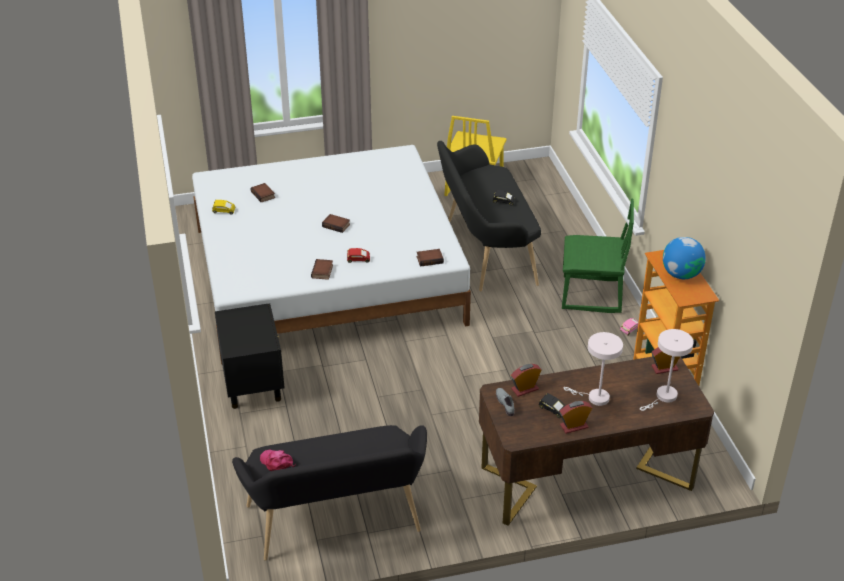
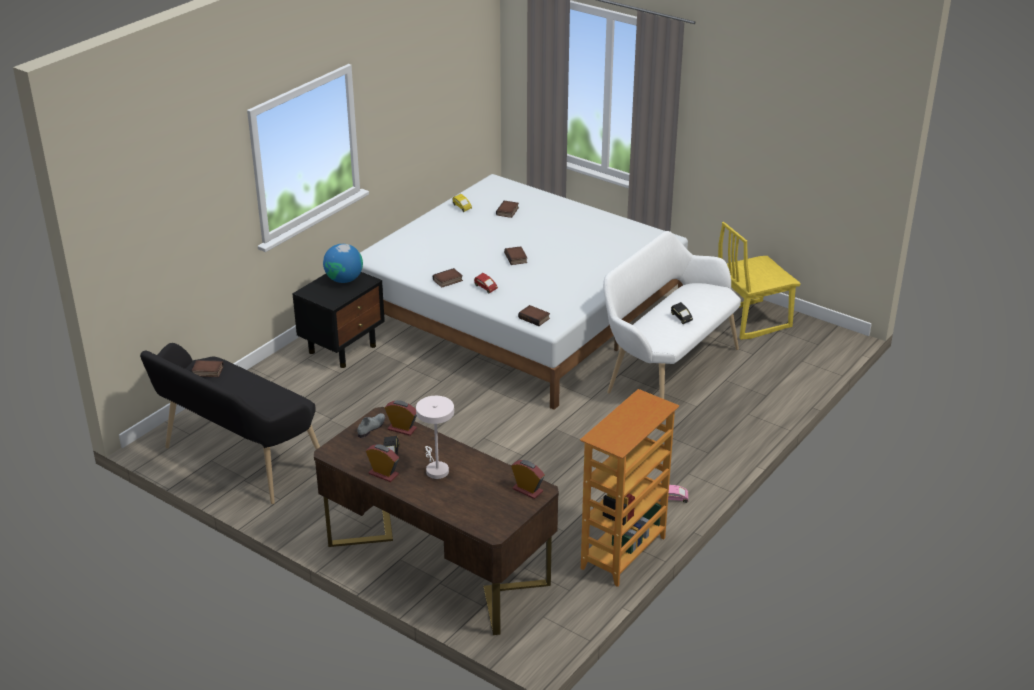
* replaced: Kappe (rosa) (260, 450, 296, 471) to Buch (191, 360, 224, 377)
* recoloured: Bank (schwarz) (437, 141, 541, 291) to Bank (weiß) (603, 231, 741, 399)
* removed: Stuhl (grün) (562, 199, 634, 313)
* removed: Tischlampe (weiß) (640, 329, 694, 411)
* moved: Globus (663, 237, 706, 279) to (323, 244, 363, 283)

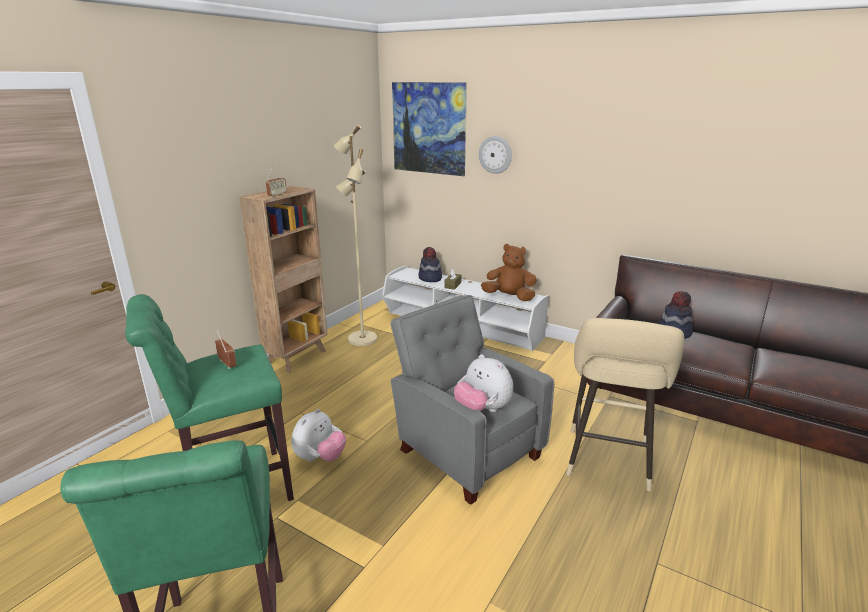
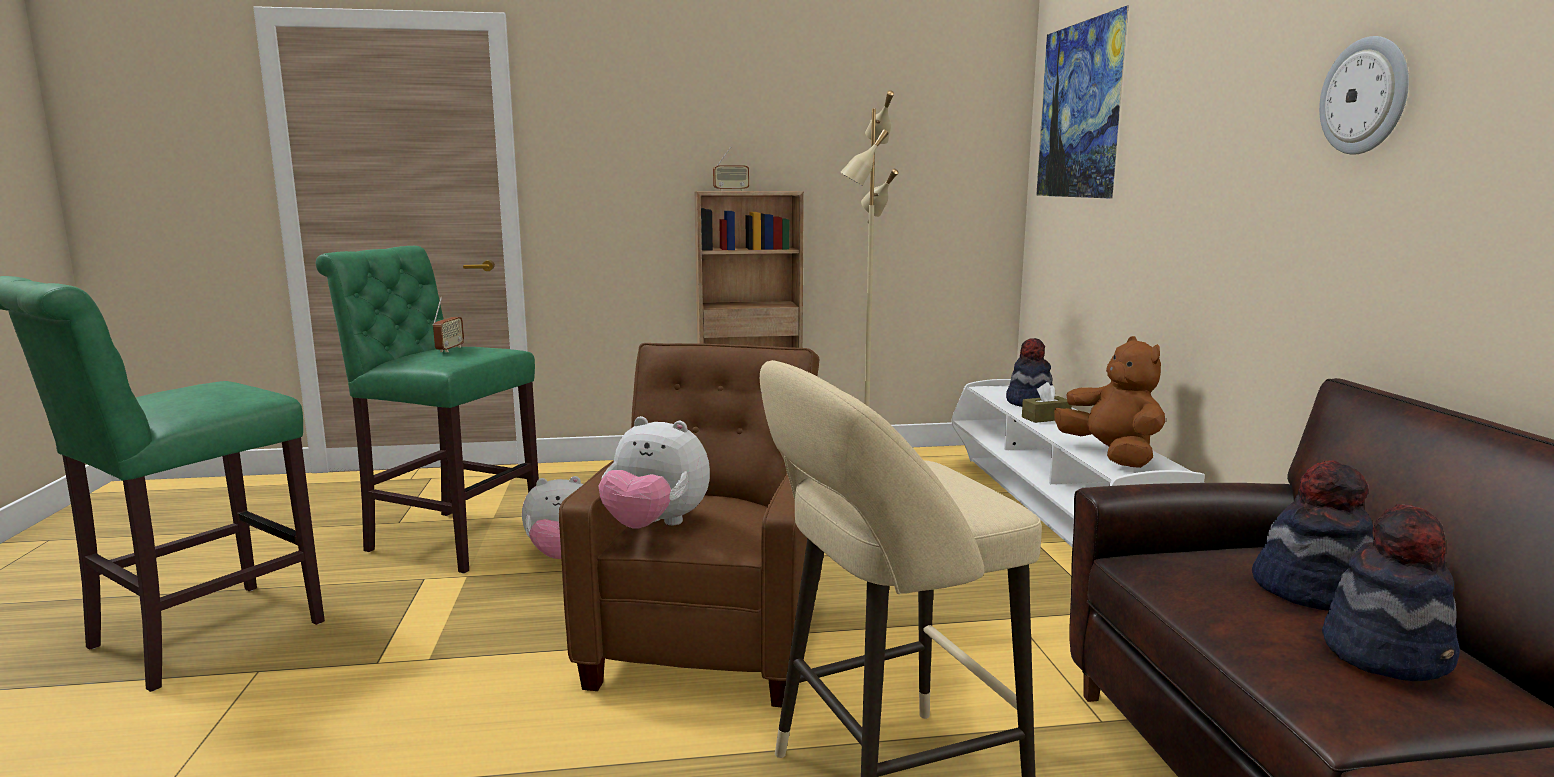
* recoloured: Sessel (grau) (390, 295, 554, 505) to Sessel (braun) (559, 343, 821, 707)
* turned: Plüschtier (454, 354, 513, 412) = (599, 416, 710, 529) 75 degrees counterclockwise
* moved: Wanduhr (479, 136, 512, 174) to (1319, 36, 1409, 155)
* added: Hut (1322, 504, 1460, 681)

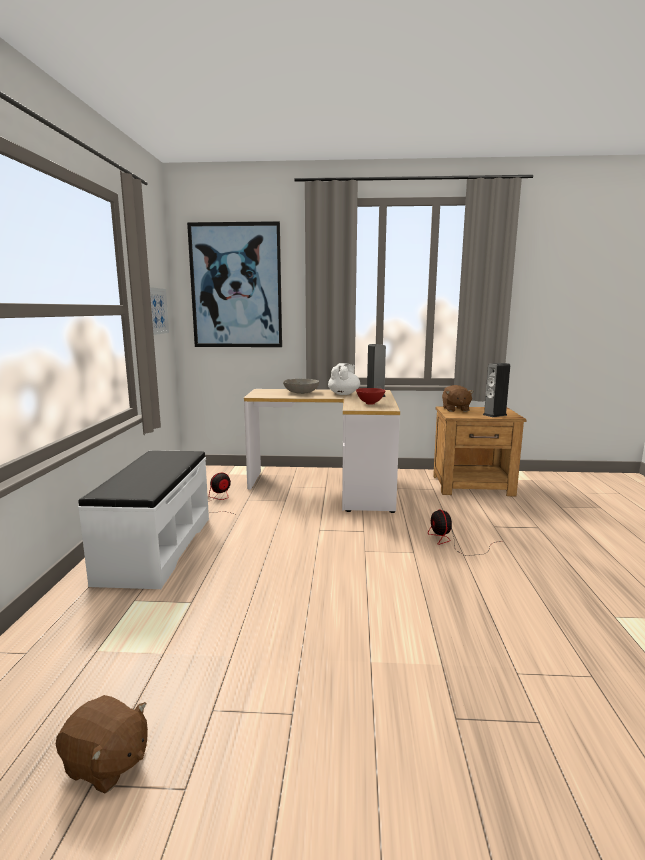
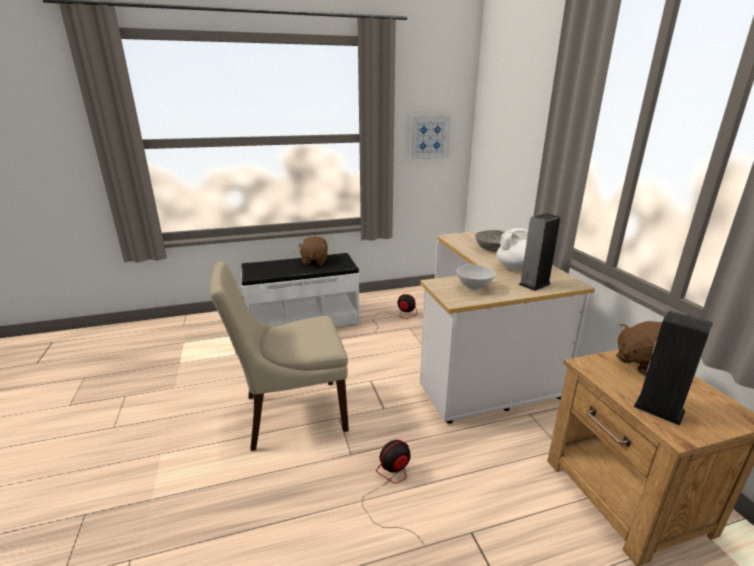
* moved: Plüschtier (braun) (56, 695, 148, 794) to (298, 236, 328, 265)
* removed: Bild (187, 221, 282, 347)
* recoloured: Schüssel (rot) (356, 388, 385, 405) to Schüssel (weiß) (457, 265, 496, 290)
* added: Stuhl (beige) (210, 262, 349, 451)

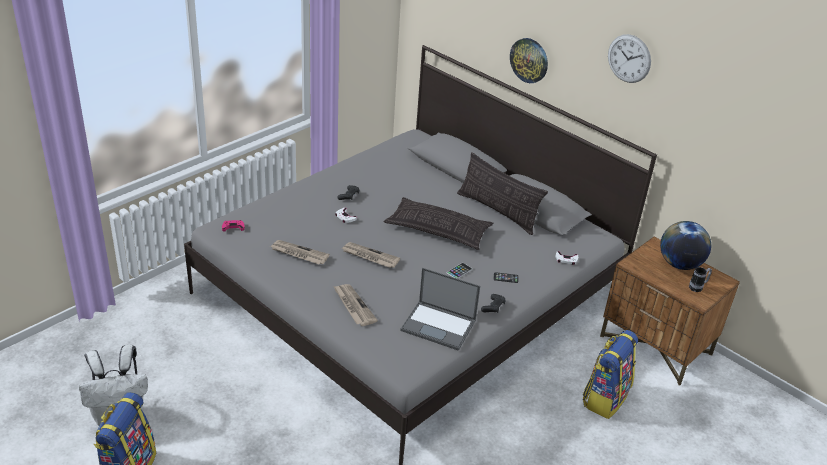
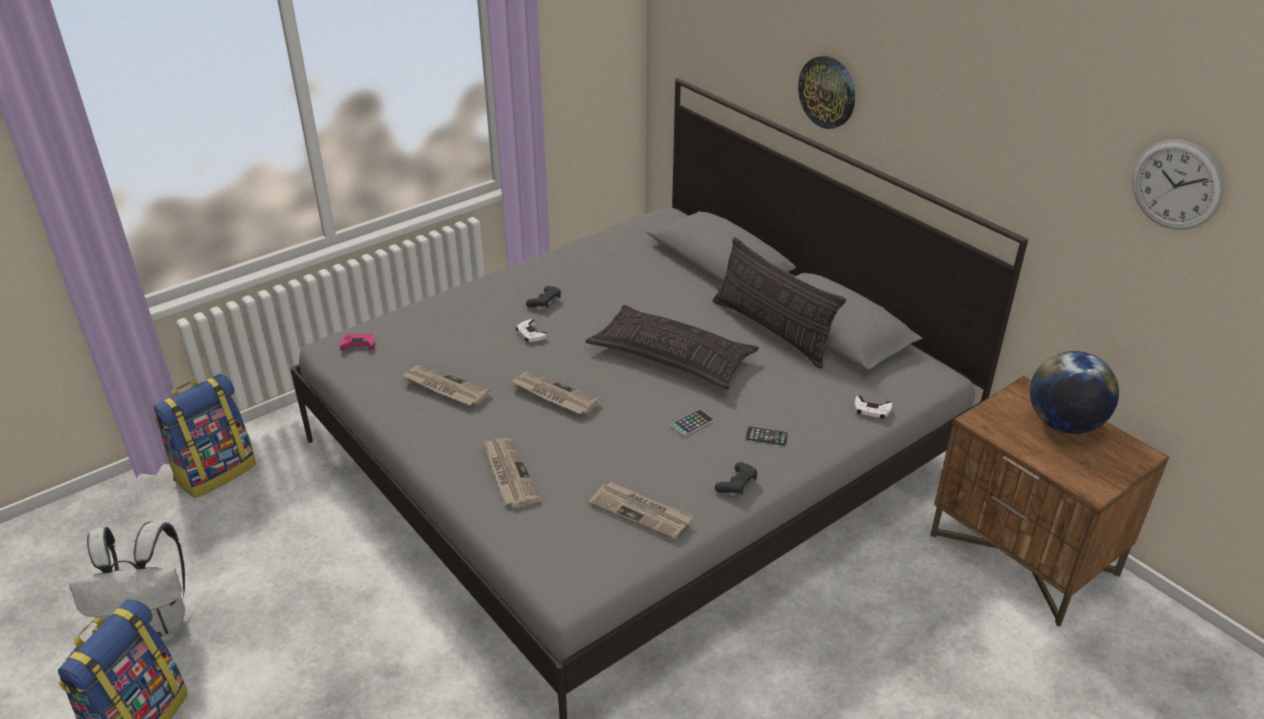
* replaced: Laptop (400, 268, 480, 351) to Zeitung (588, 482, 694, 540)
* moved: Rucksack (583, 330, 638, 419) to (154, 374, 256, 498)
* moved: Wanduhr (608, 34, 651, 83) to (1132, 139, 1224, 230)
* removed: Henkelbecher (689, 267, 712, 292)

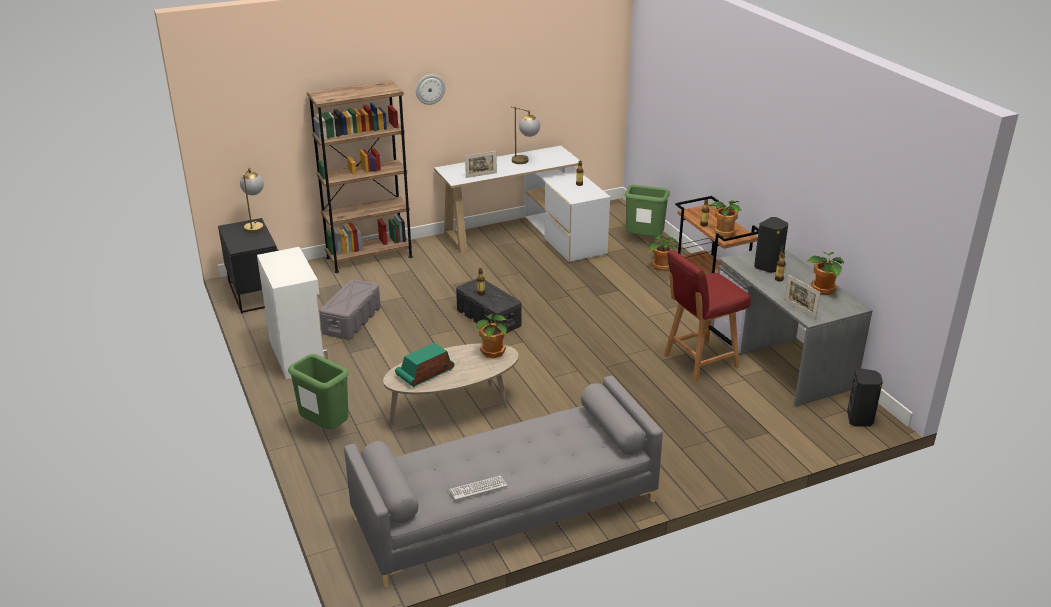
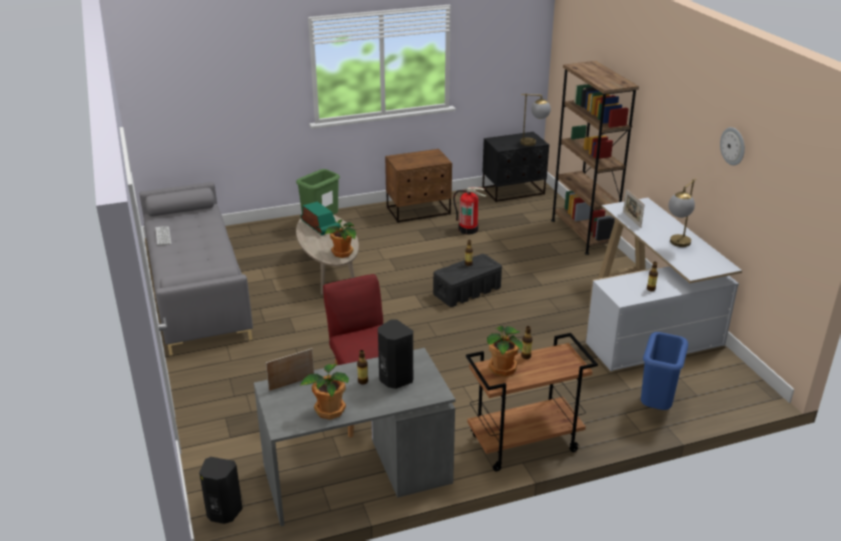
* replaced: Schrank (weiß) (257, 247, 328, 379) to Nachttisch (braun) (385, 149, 452, 223)
* replaced: Aufbewahrungsbox (grau) (319, 279, 381, 340) to Feuerlöscher (453, 187, 487, 235)
* moved: Wanduhr (416, 74, 445, 105) to (720, 127, 745, 166)
* recoloured: Mülleimer (grün) (625, 185, 670, 237) to Mülleimer (blau) (641, 332, 688, 410)
* removed: Topfpflanze (649, 235, 677, 271)

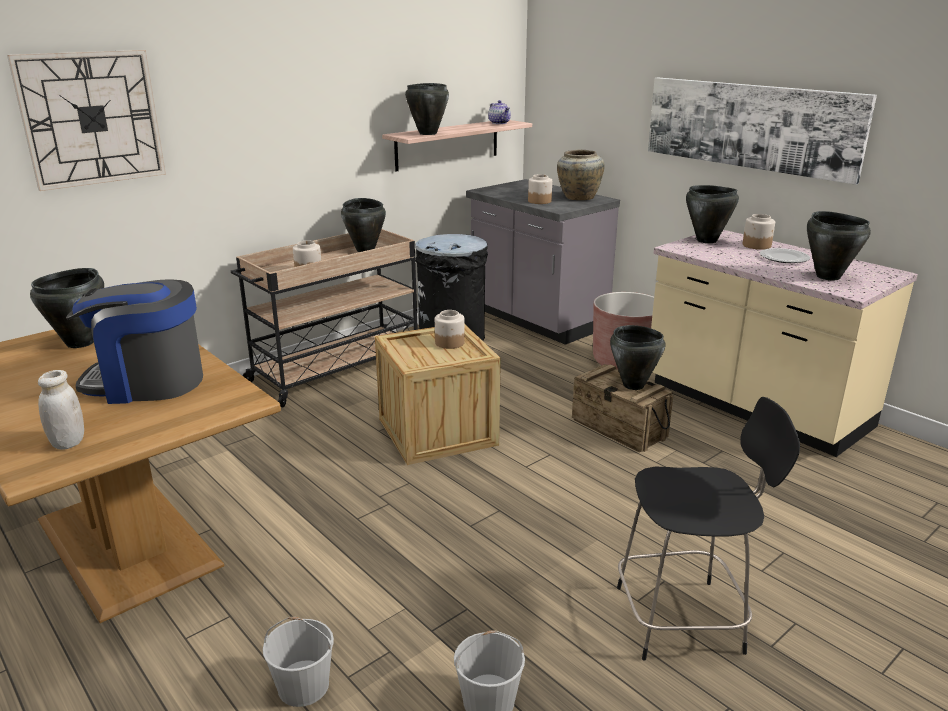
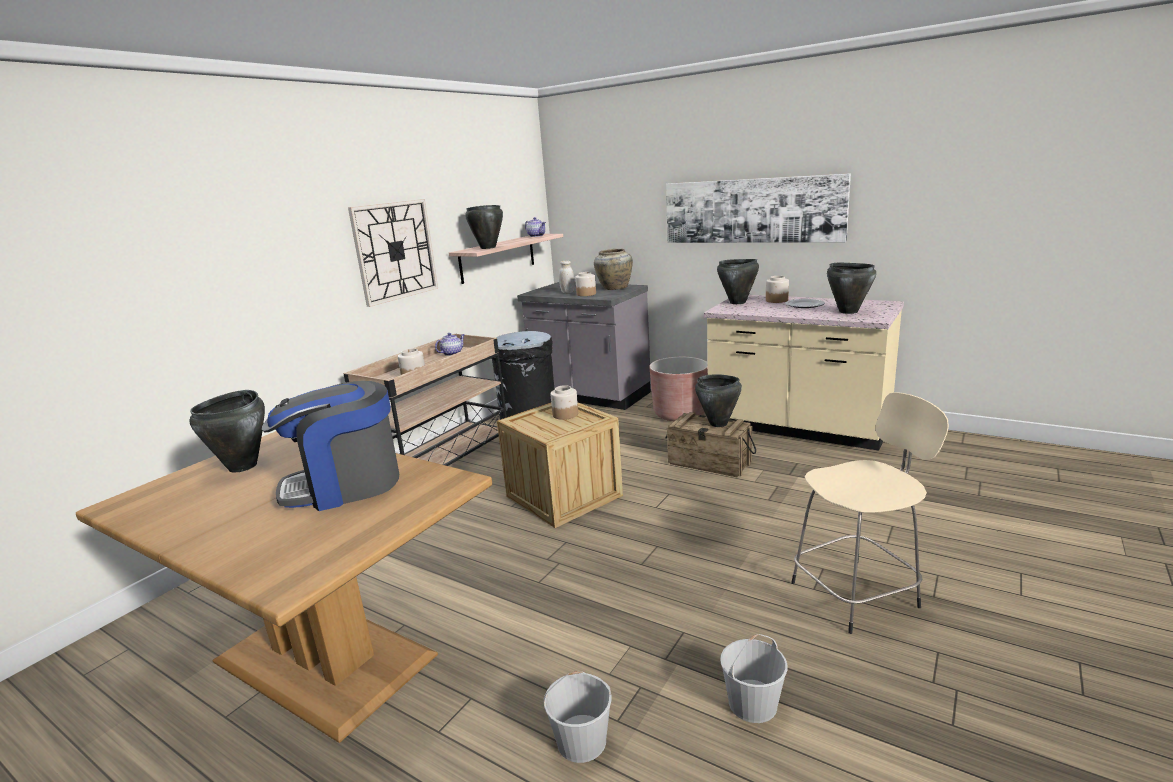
* moved: Wanduhr (7, 50, 166, 191) to (348, 199, 438, 307)
* moved: Vorratsglas (weiß) (38, 370, 84, 450) to (559, 261, 575, 293)
* replaced: Kochtopf (schwarz) (341, 198, 386, 252) to Teekanne (435, 333, 465, 356)
* recoloured: Hocker (schwarz) (617, 397, 800, 661) to Hocker (beige) (791, 392, 949, 634)

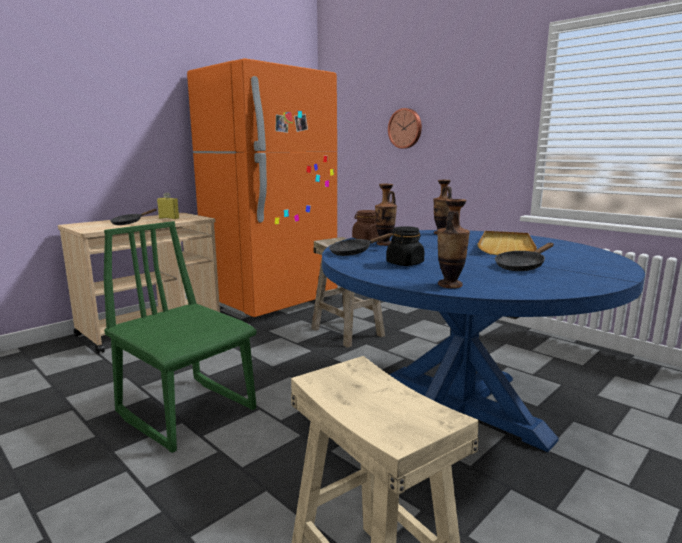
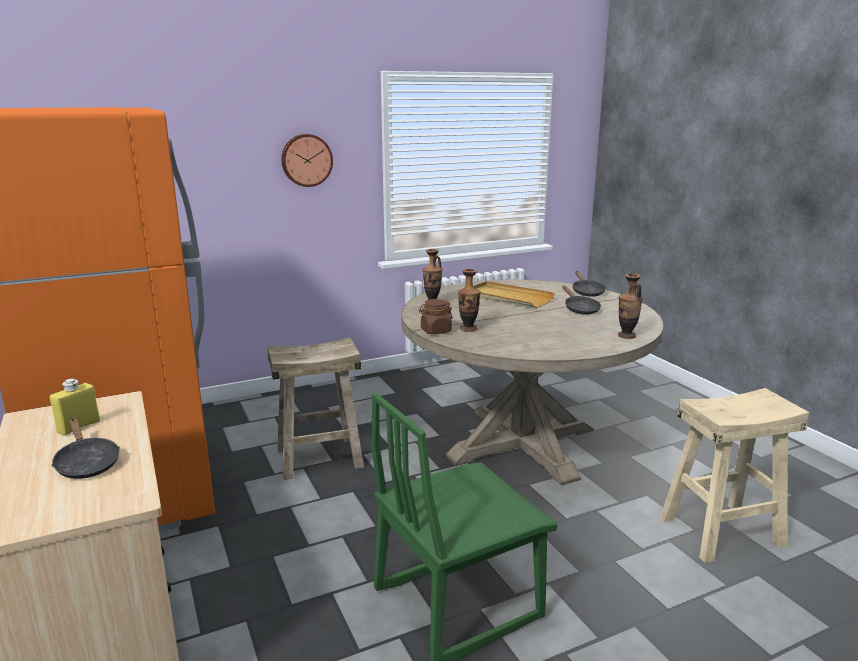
* recoloured: Esstisch (blau) (322, 230, 645, 452) to Esstisch (beige) (401, 279, 663, 485)
* moved: Pfanne (schwarz) (329, 233, 393, 256) to (573, 271, 606, 297)
* removed: Vorratsglas (schwarz) (386, 226, 425, 266)
* moved: Wanduhr (388, 108, 422, 149) to (281, 134, 333, 187)

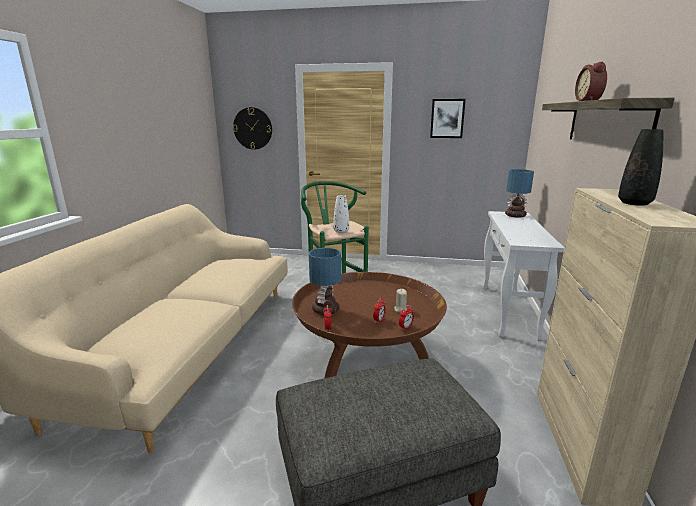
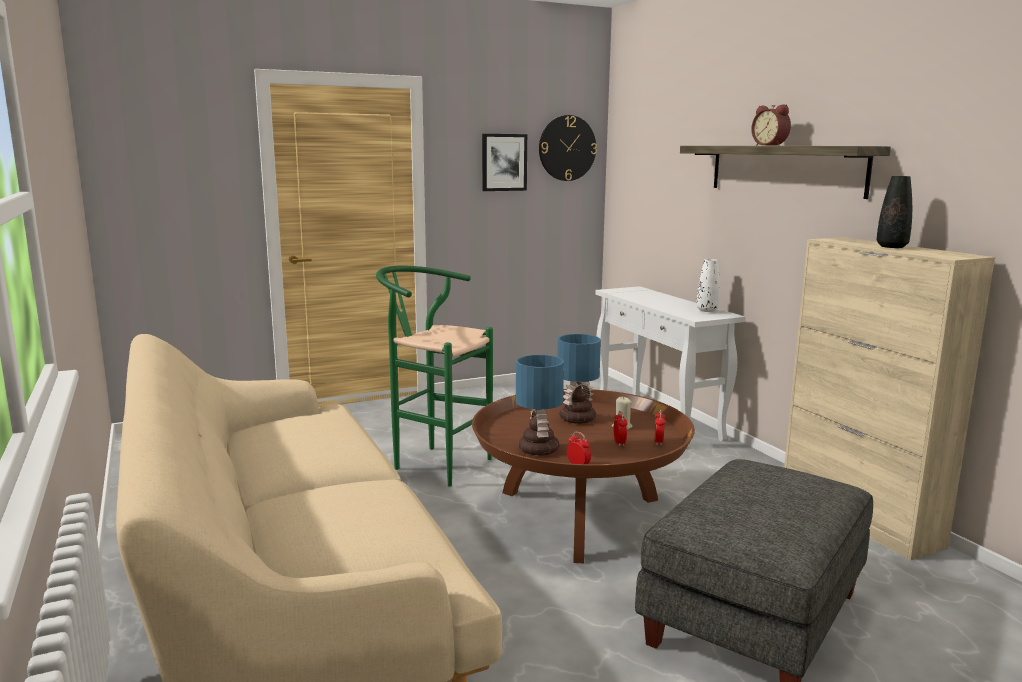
* moved: Wanduhr (233, 107, 272, 150) to (539, 115, 597, 181)
* moved: Vase (weiß) (334, 195, 349, 233) to (696, 259, 720, 312)
* moved: Tischlampe (505, 169, 534, 218) to (558, 334, 601, 424)

